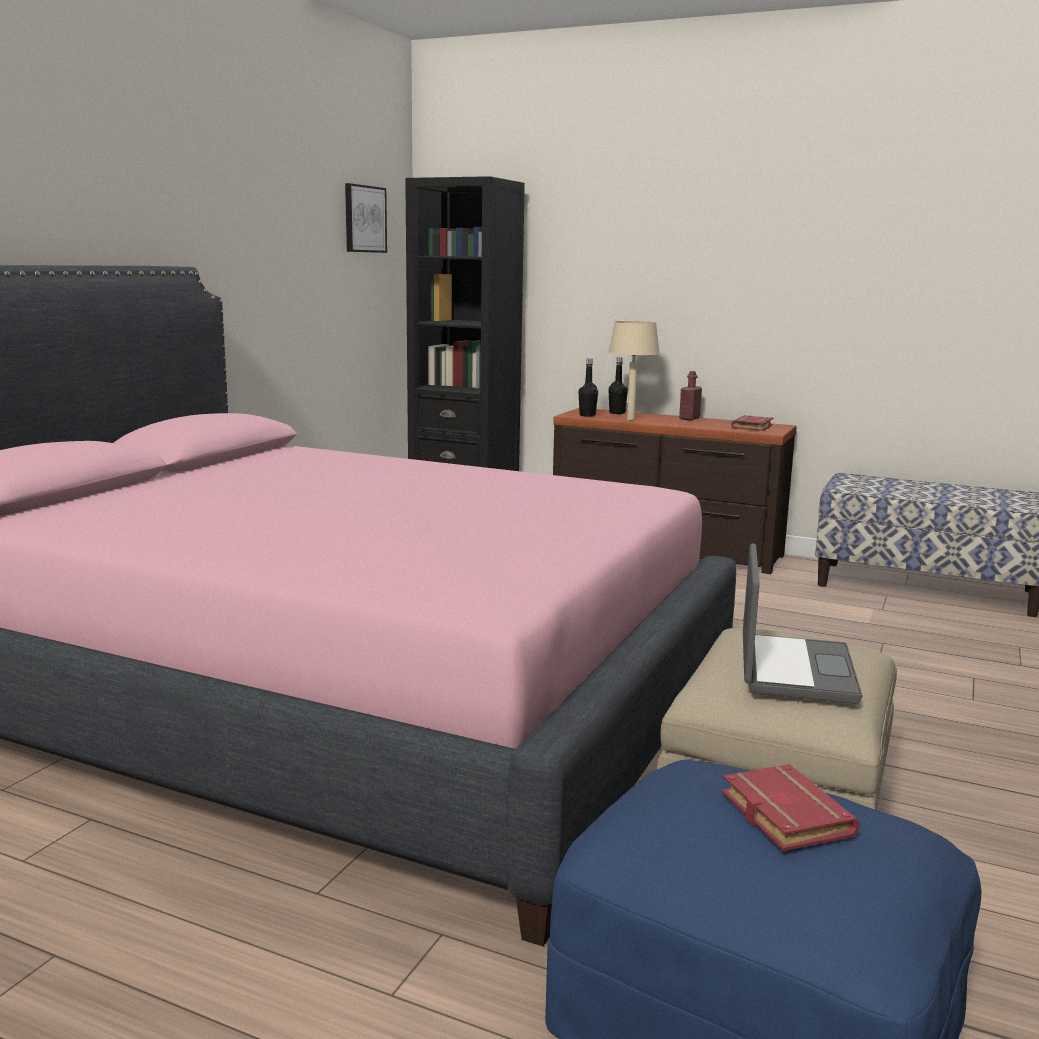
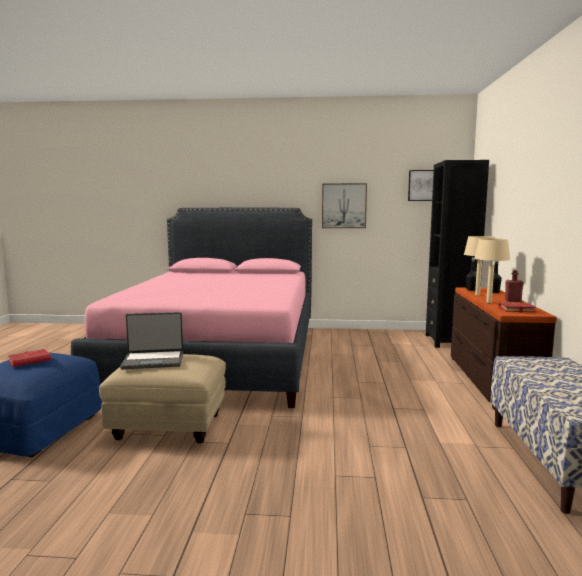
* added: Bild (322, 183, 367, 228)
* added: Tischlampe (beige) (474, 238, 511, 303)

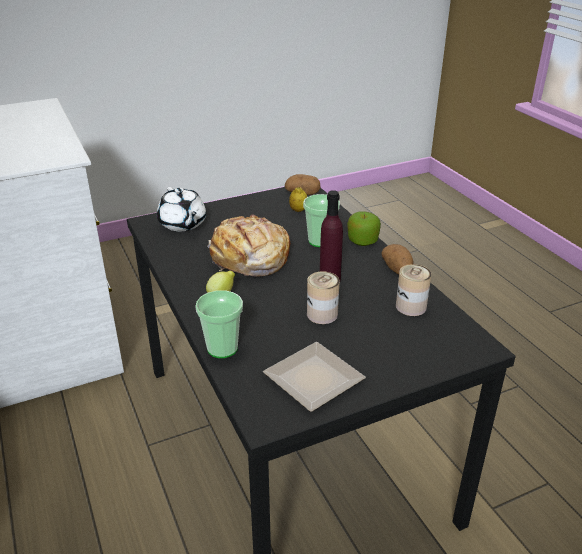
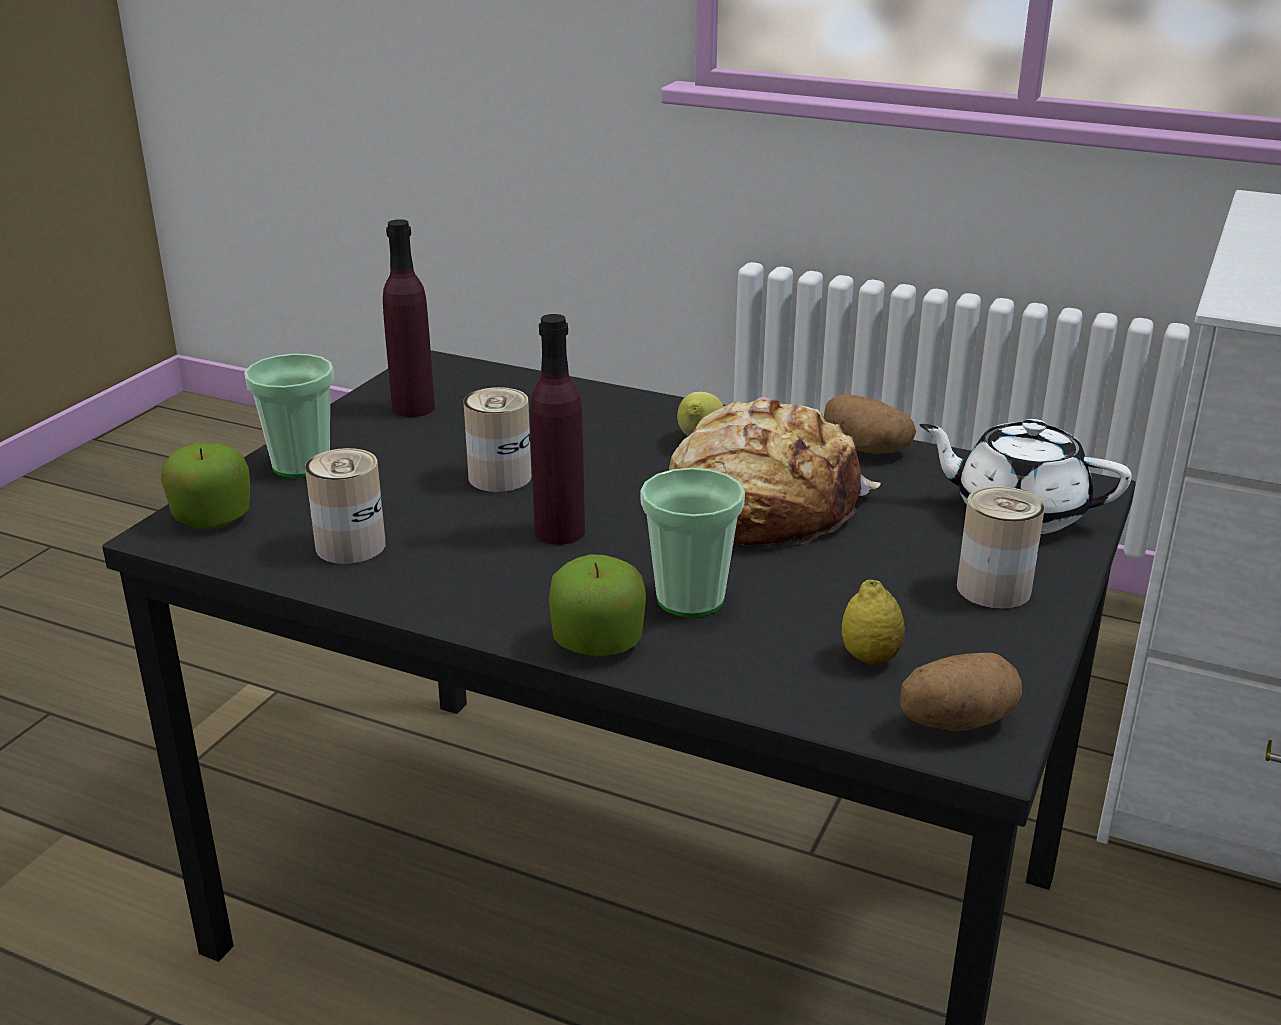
* moved: Tasse (195, 290, 243, 358) to (244, 354, 334, 478)
* replaced: Teller (263, 342, 366, 412) to Flasche (lila) (383, 219, 435, 417)
* moved: Kartoffel (381, 244, 414, 274) to (824, 394, 916, 454)
* added: Apfel (161, 443, 250, 530)
* added: Dose (957, 486, 1045, 609)

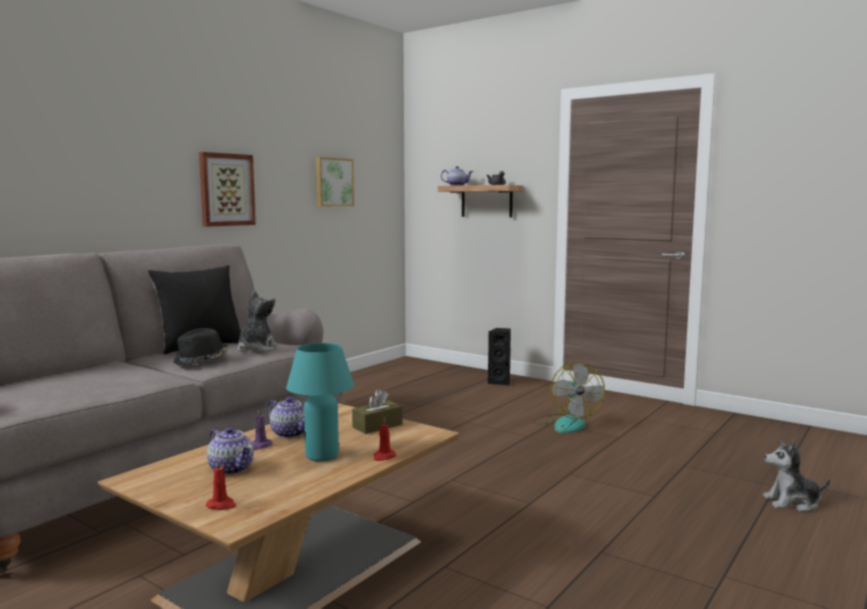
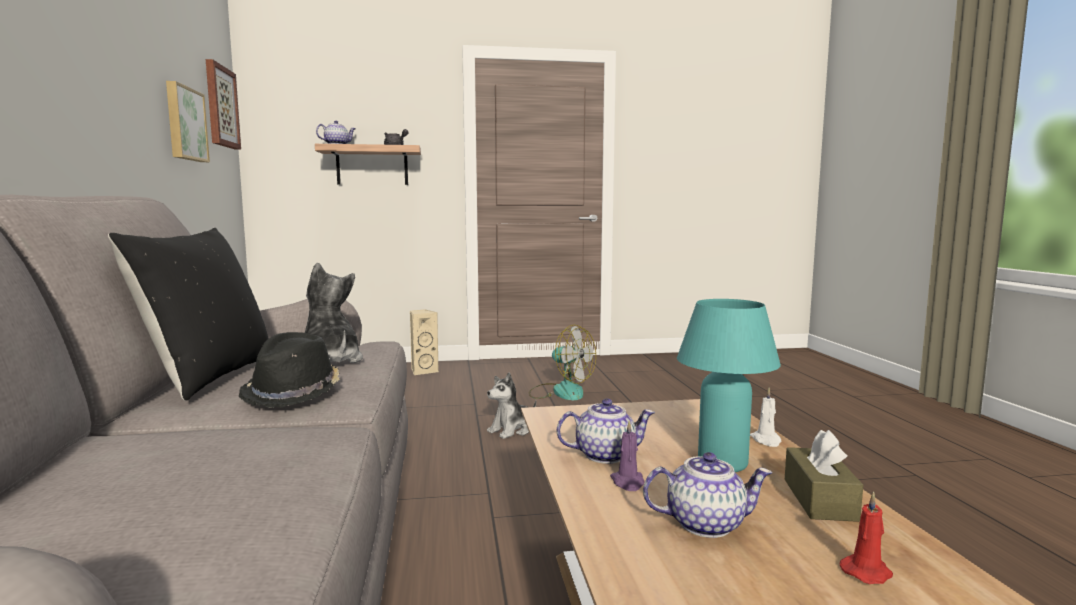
* moved: Bild (199, 152, 256, 227) to (206, 59, 241, 149)
* moved: Taschentuchbox (braun) (352, 389, 403, 434) to (785, 430, 863, 522)
* recoloured: Kerze (rot) (373, 417, 396, 461) to Kerze (weiß) (750, 388, 781, 447)
* recoloured: Lautsprecher (schwarz) (488, 328, 511, 386) to Lautsprecher (beige) (410, 309, 439, 375)
* moved: Plüschtier (763, 441, 830, 512) to (487, 372, 536, 439)

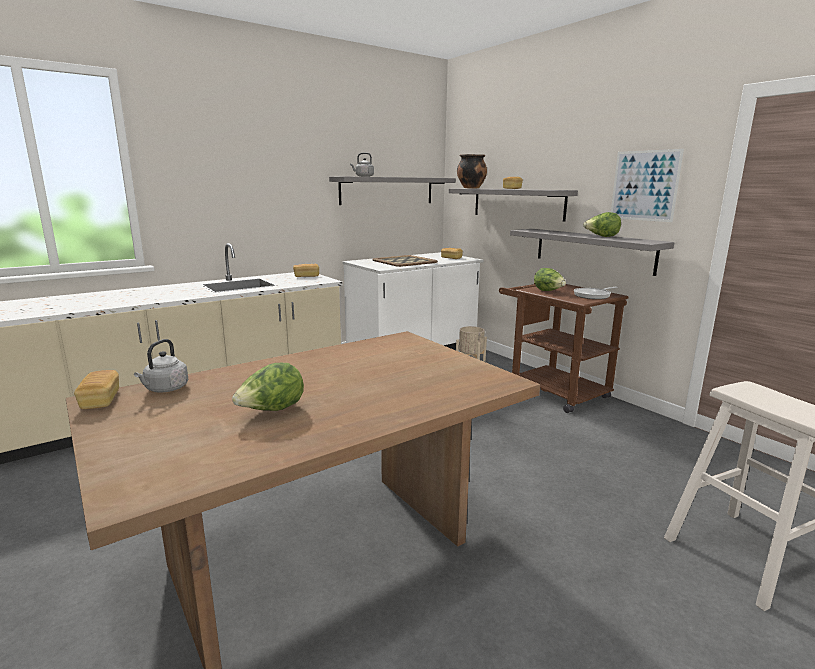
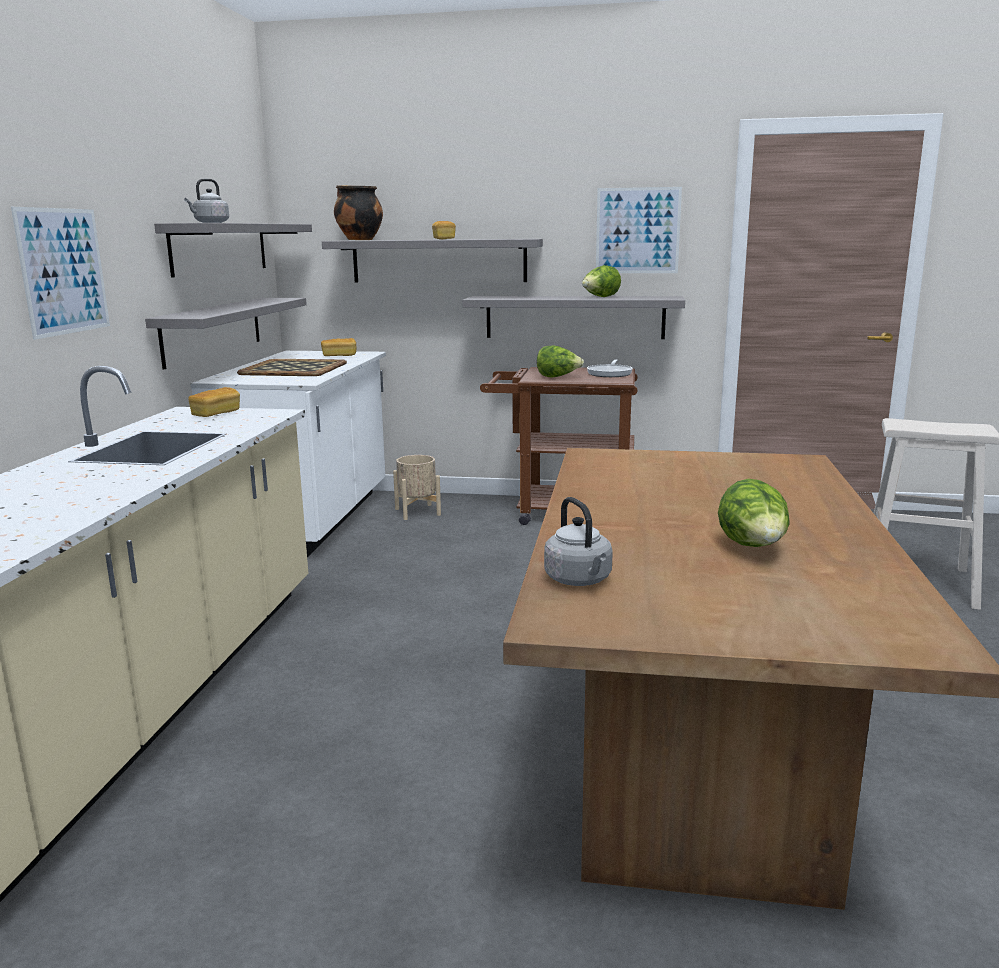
* removed: Brot (74, 370, 119, 409)
* added: Bild (11, 207, 110, 340)
* added: Wandregal (grau) (145, 298, 307, 370)

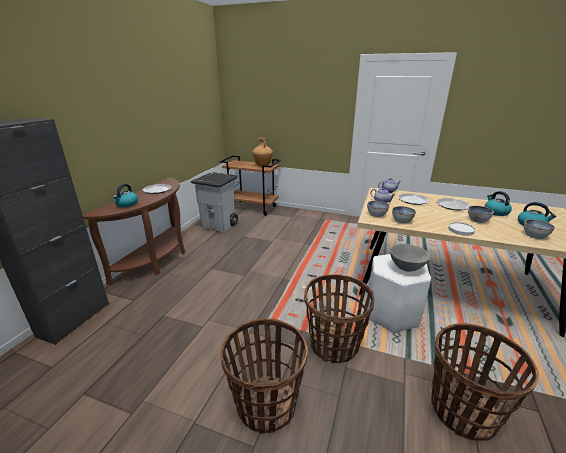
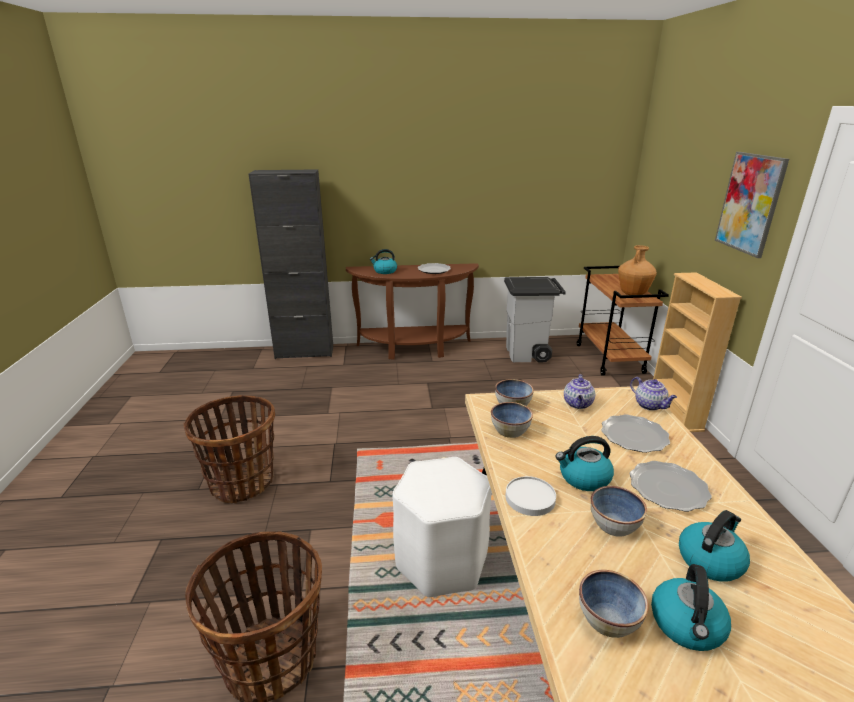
* removed: Korb (304, 274, 374, 363)
* removed: Schüssel (grau) (390, 244, 430, 272)
* added: Wasserkessel (556, 436, 614, 491)
* added: Bücherregal (beige) (653, 272, 742, 432)
* added: Bild (715, 152, 789, 258)

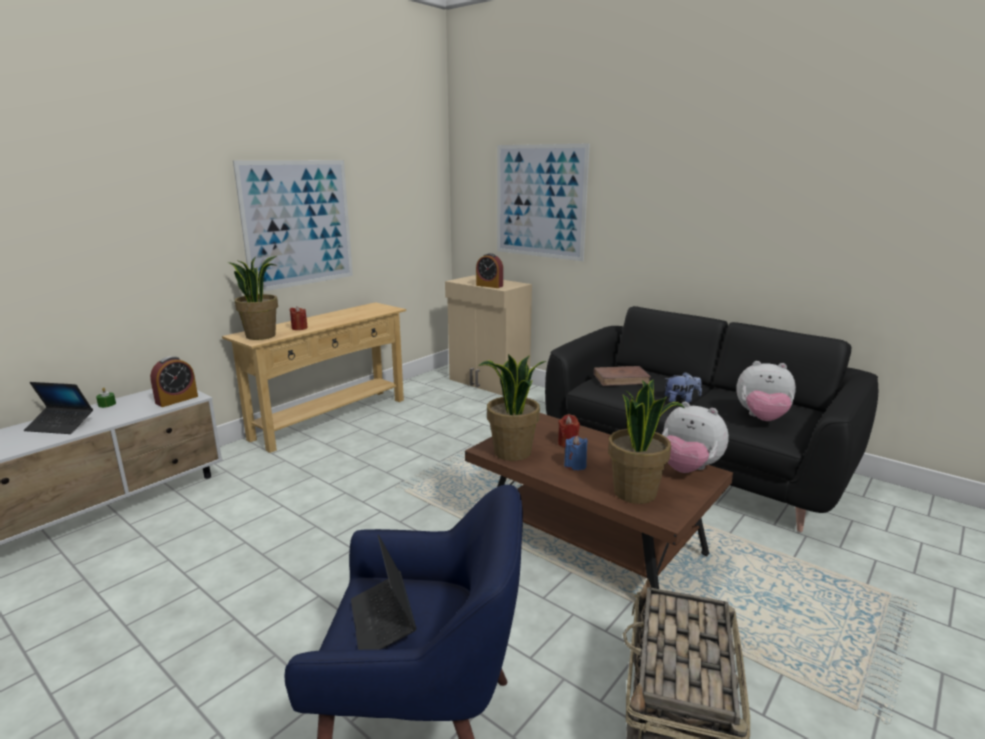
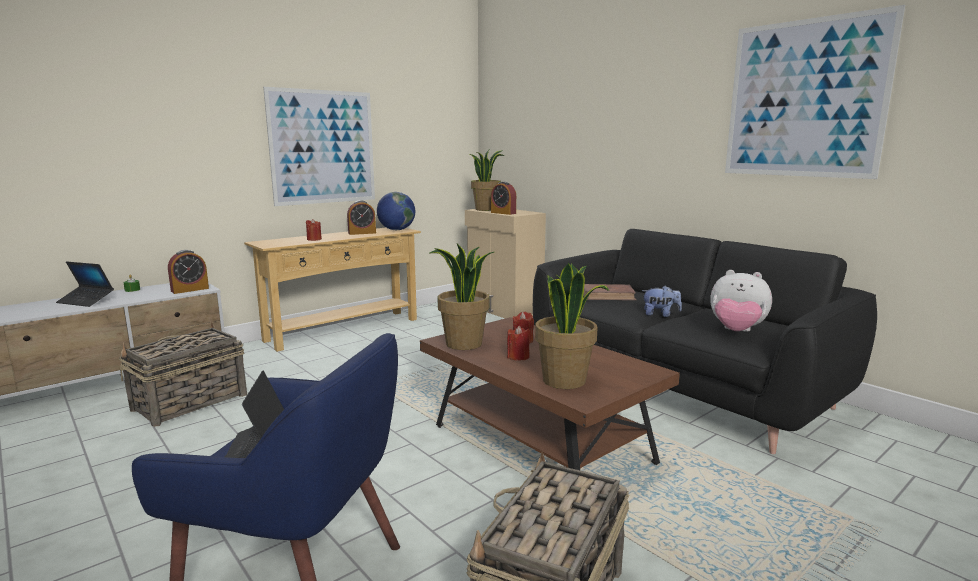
* moved: Topfpflanze (228, 256, 278, 340) to (469, 150, 505, 211)
* moved: Bild (497, 143, 590, 261) to (725, 5, 905, 179)
* recoloured: Kerze (blau) (564, 435, 588, 470) to Kerze (rot) (507, 326, 530, 361)
* removed: Plüschtier (662, 402, 729, 473)
* added: Korb (119, 322, 247, 427)
* added: Wecker (347, 200, 376, 235)
* added: Globus (377, 192, 415, 230)

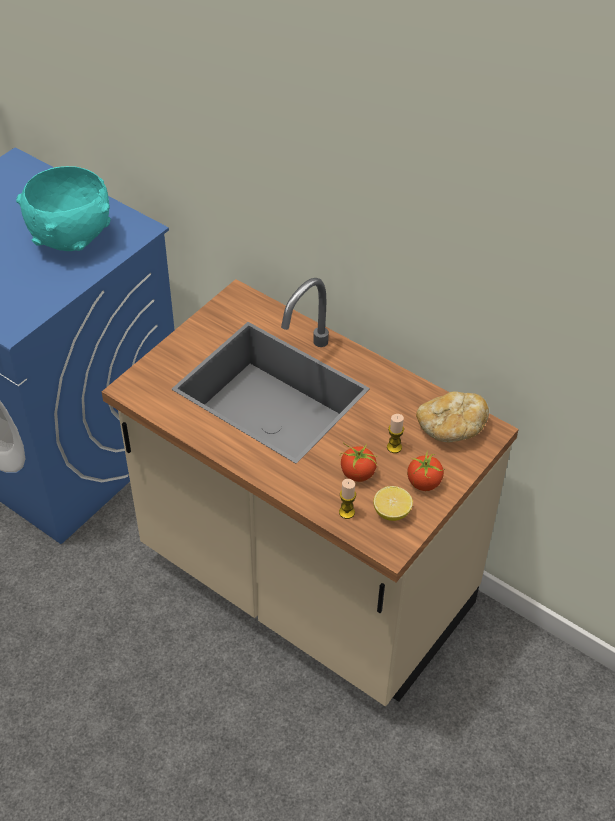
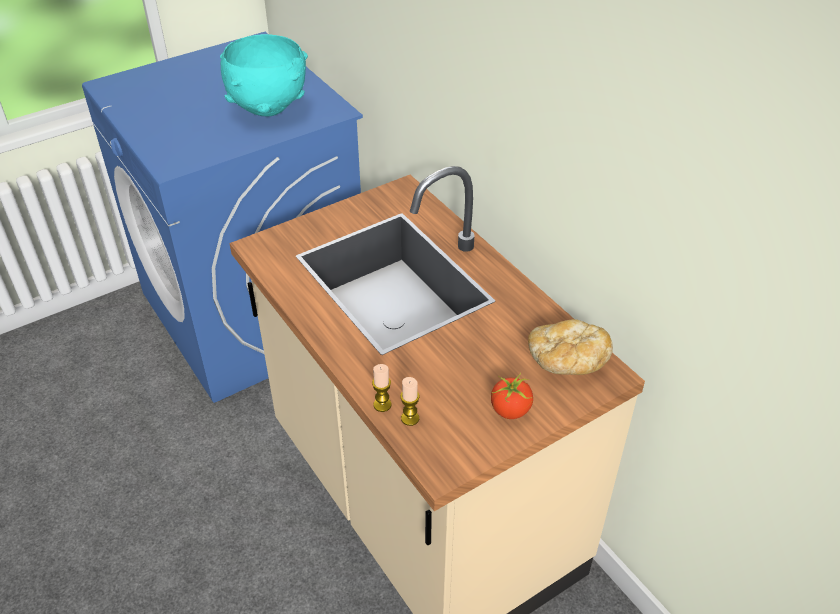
* removed: Tomate (340, 442, 377, 482)
* removed: Zitrone (373, 486, 413, 521)
* moved: Kerze (387, 414, 404, 453) to (372, 364, 392, 412)

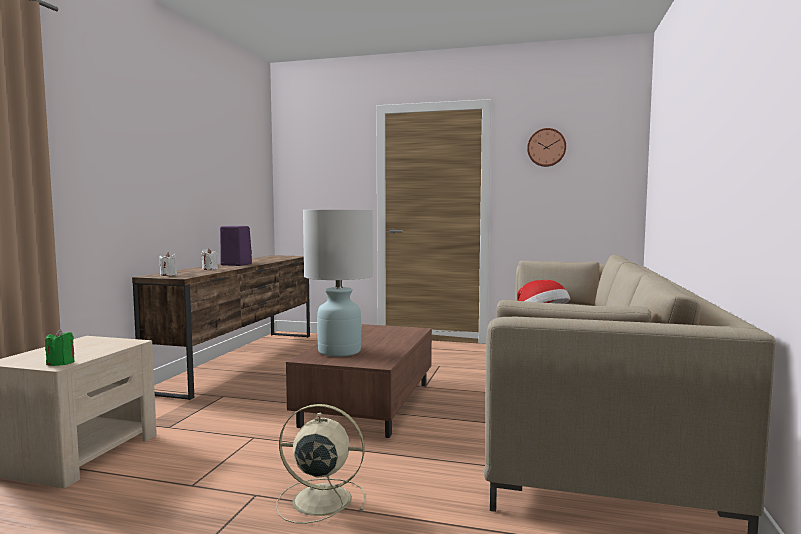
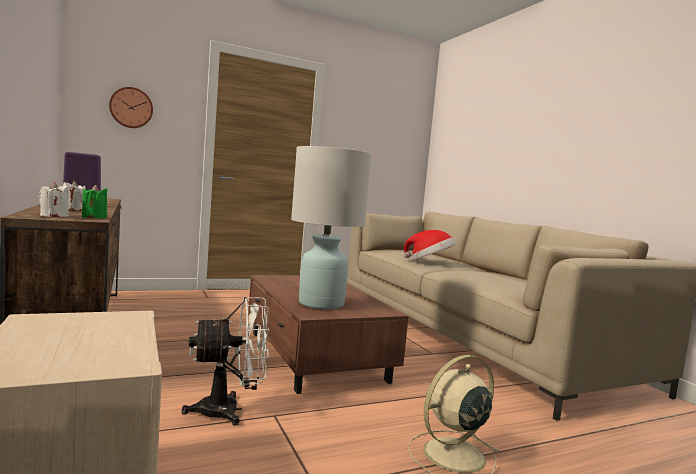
* moved: Kerze (grün) (45, 329, 75, 366) to (82, 185, 107, 218)
* moved: Wanduhr (527, 128, 566, 167) to (109, 87, 153, 128)
* added: Ventilator (weiß) (181, 297, 270, 426)

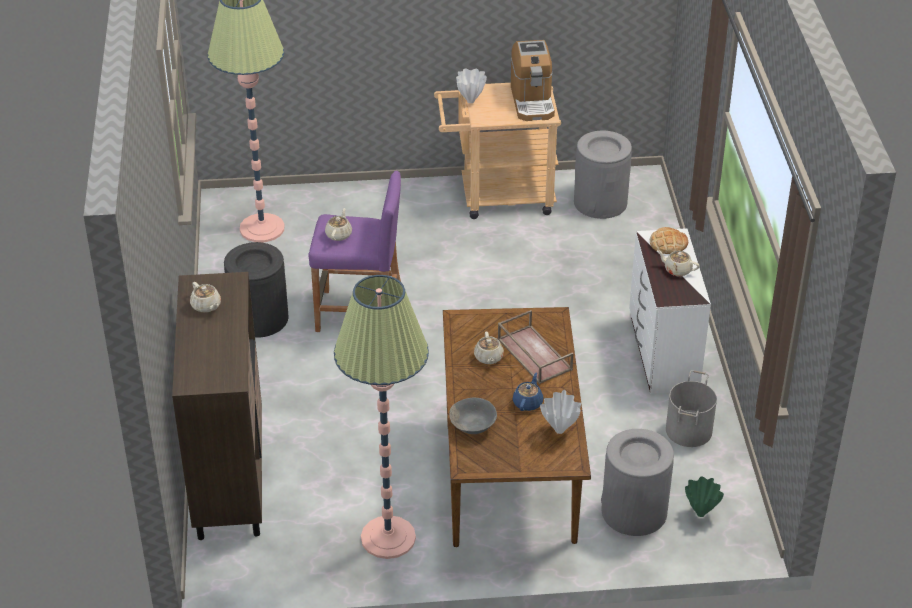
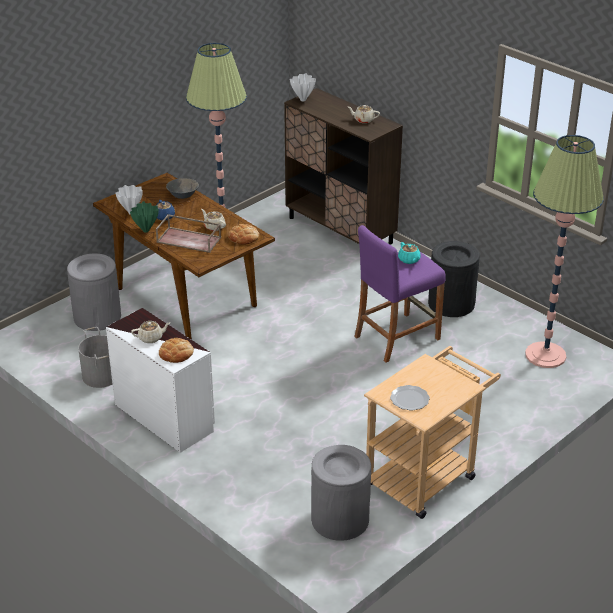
* recoloured: Teekanne (beige) (325, 208, 352, 241) to Teekanne (türkis) (398, 242, 421, 264)
* moved: Vase (weiß) (456, 68, 487, 103) to (290, 73, 316, 101)
* replaced: Kaffeemaschine (511, 40, 555, 121) to Teller (390, 385, 430, 411)
* moved: Vase (grün) (685, 476, 724, 517) to (130, 201, 159, 233)
* added: Brot (228, 224, 259, 245)

